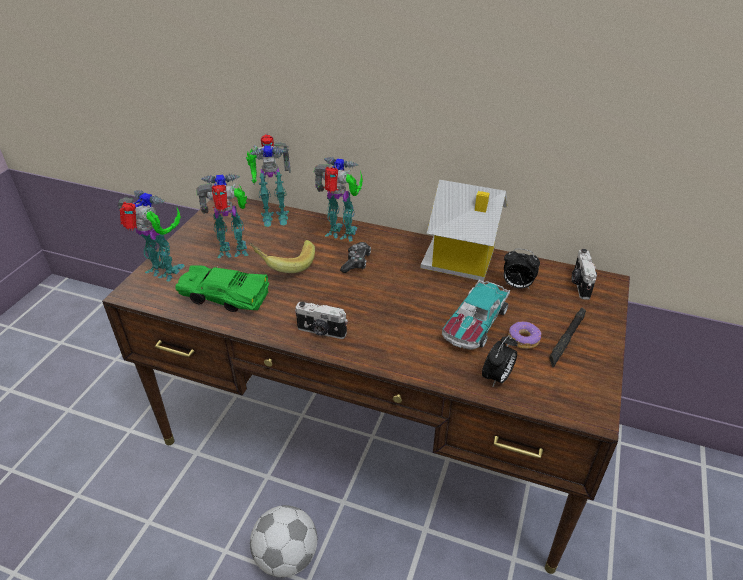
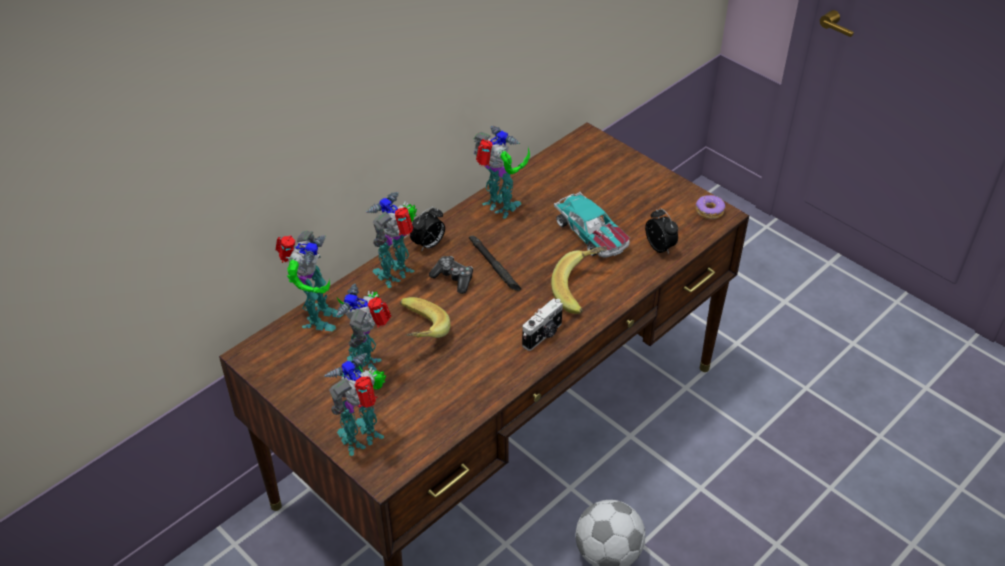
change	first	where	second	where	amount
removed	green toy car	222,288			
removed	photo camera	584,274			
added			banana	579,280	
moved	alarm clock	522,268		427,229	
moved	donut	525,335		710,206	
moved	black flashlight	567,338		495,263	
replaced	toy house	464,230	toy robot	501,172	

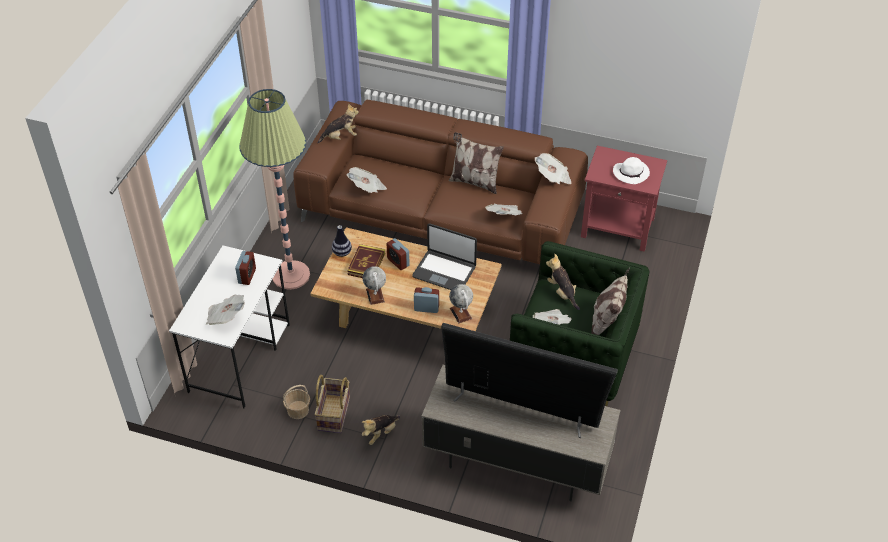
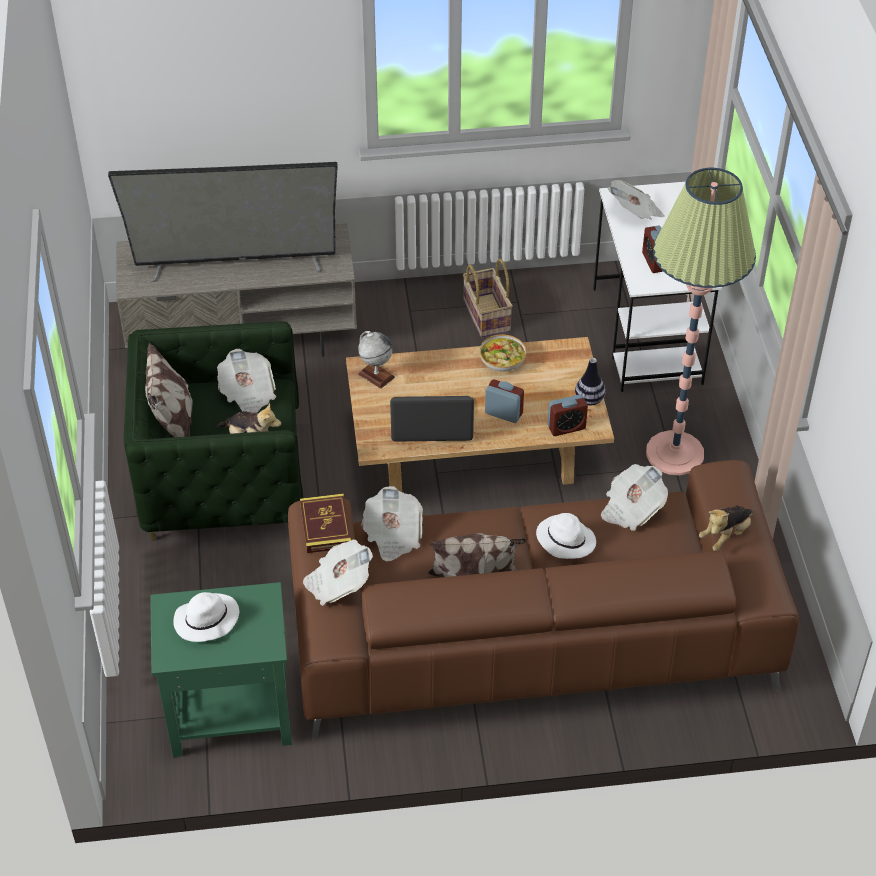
change	first	where	second	where	amount
removed	basket	296,402			
removed	plush toy	381,430			
added			white hat	566,536	
moved	book	366,261		325,523	
moved	alarm clock	426,300		568,415	
replaced	globe	374,285	bowl	503,353	
recoloured	red side table	624,199	green side table	221,669	

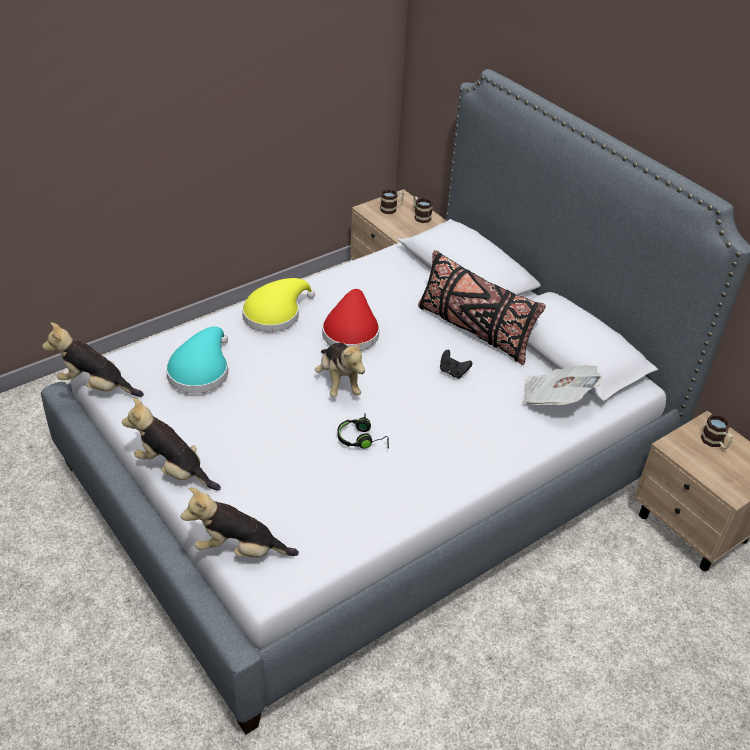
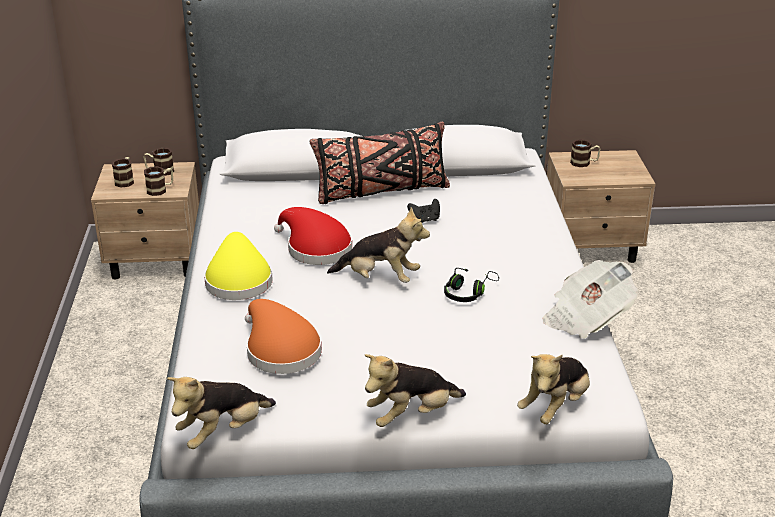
change	first	where	second	where	amount
added			mug	158,181	
moved	newspaper	562,385		590,299	
recoloured	turquoise hat	197,359	orange hat	283,336	

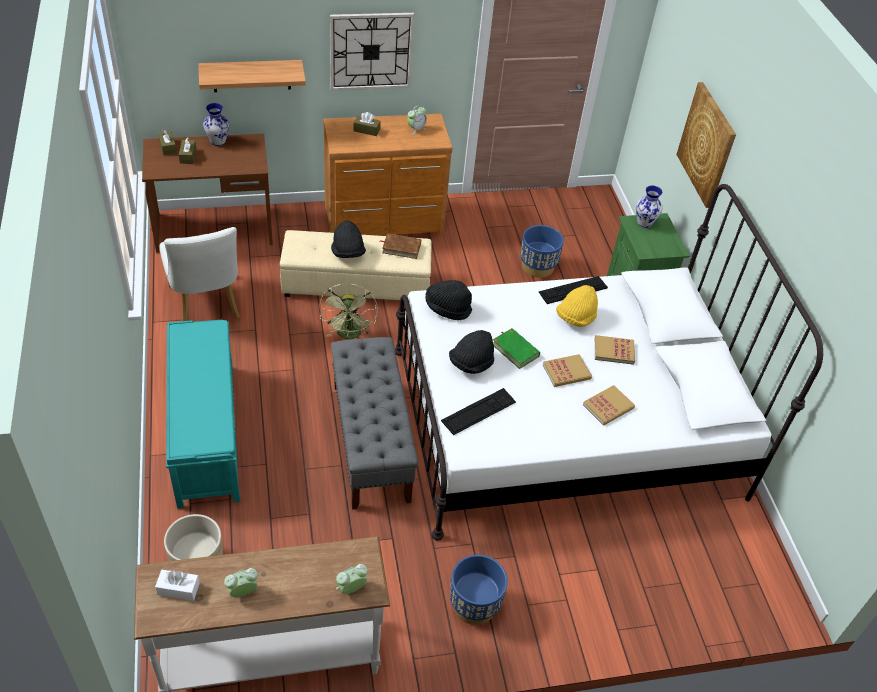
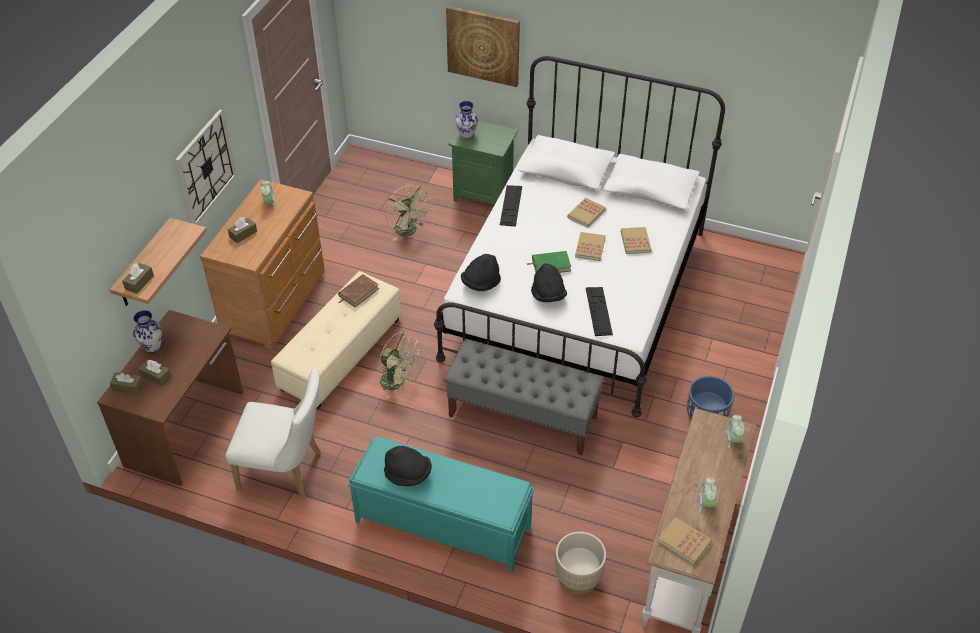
change	first	where	second	where	amount
removed	yellow hat	577,306			
added			brown tissue box	138,278	
moved	black hat	348,239		408,466	
replaced	white tissue box	177,585	book	684,540	
replaced	blue planter	542,251	green fan	408,213	

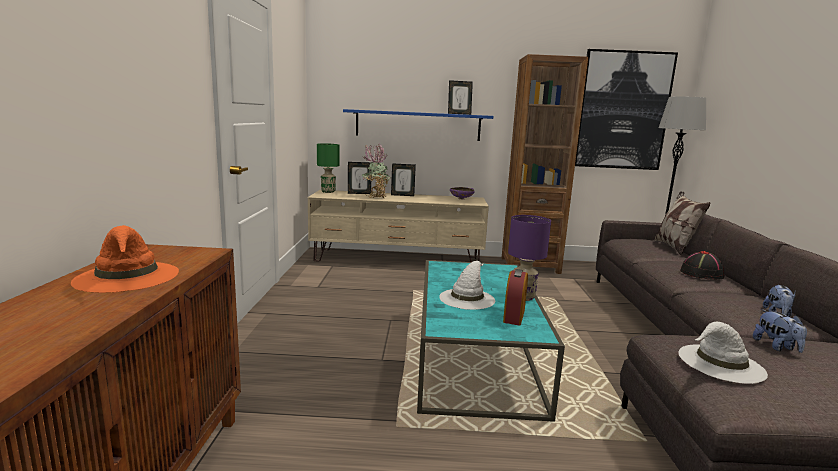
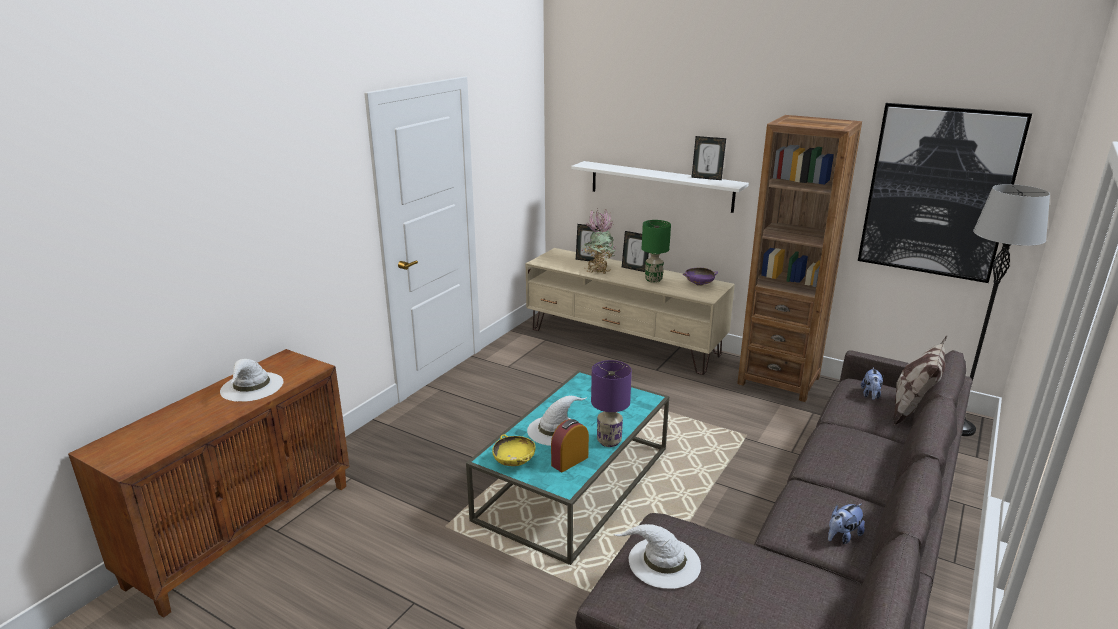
change	first	where	second	where	amount
removed	black hat	702,265			
added			yellow bowl	514,450	
moved	green table lamp	328,168		656,251	
moved	plush toy	780,331		872,384	
recoloured	orange hat	125,259	white hat	252,380	
recoloured	blue shelf	418,125	white shelf	660,187	

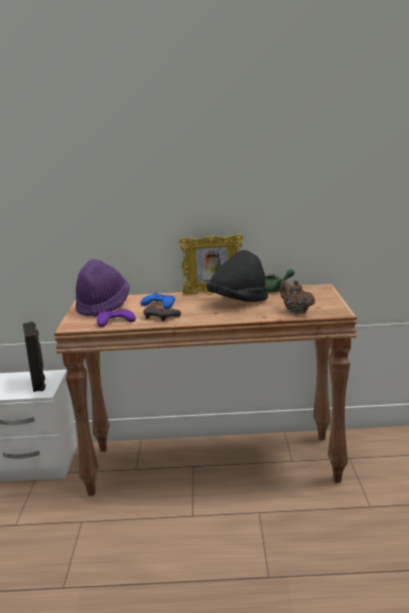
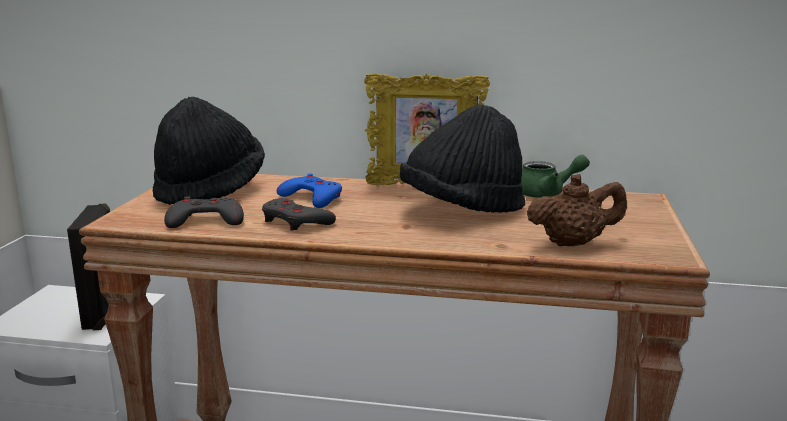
change	first	where	second	where	amount
recoloured	purple hat	102,288	black hat	209,150	
recoloured	purple game controller	116,318	grey game controller	204,212	
turned	brown teapot	297,297		577,210	105 degrees clockwise

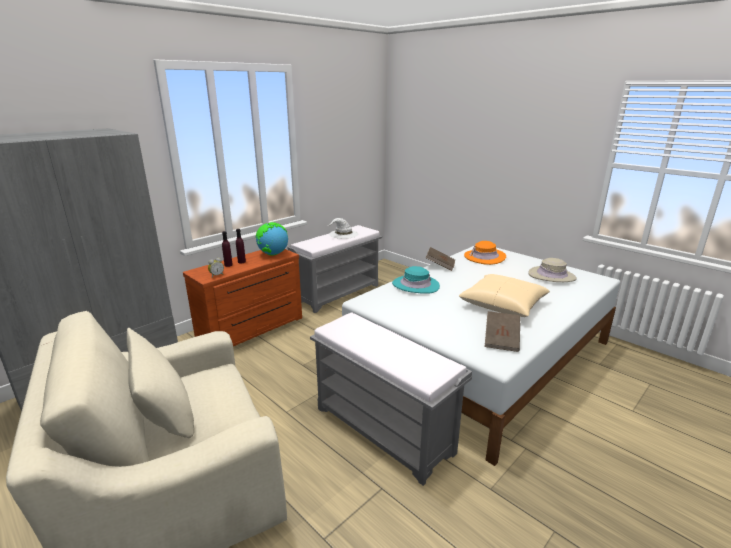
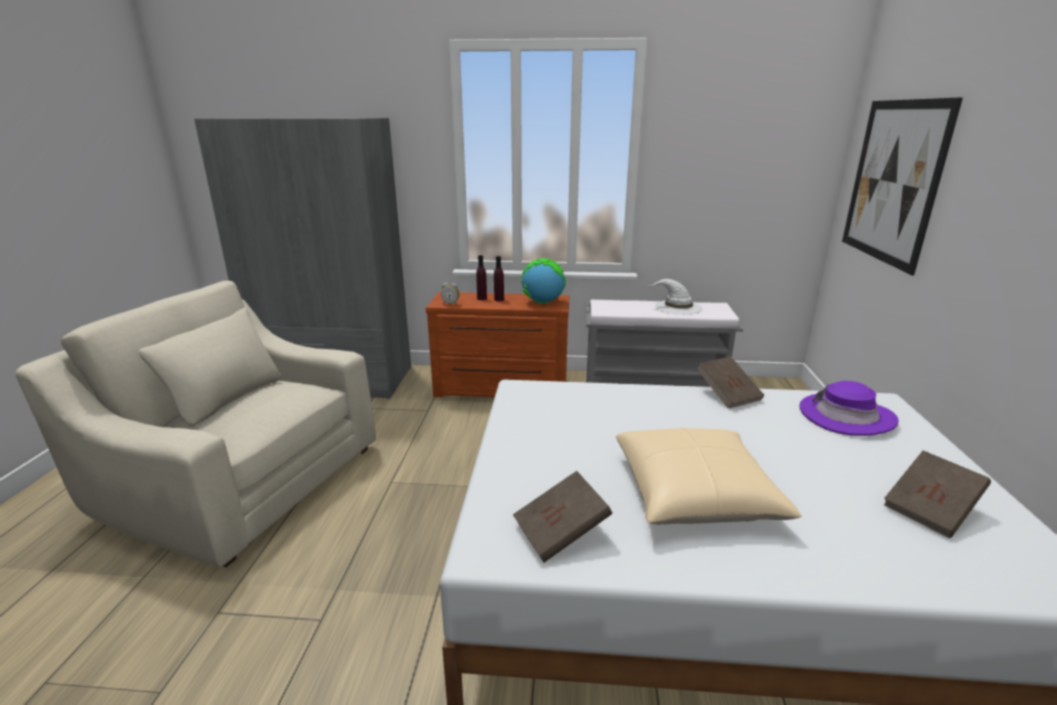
change	first	where	second	where	amount
removed	grey bench	391,399			
removed	turquoise hat	416,280			
added			picture	902,186	
replaced	beige hat	552,270	brown book	937,494	
recoloured	orange hat	485,253	purple hat	849,408	

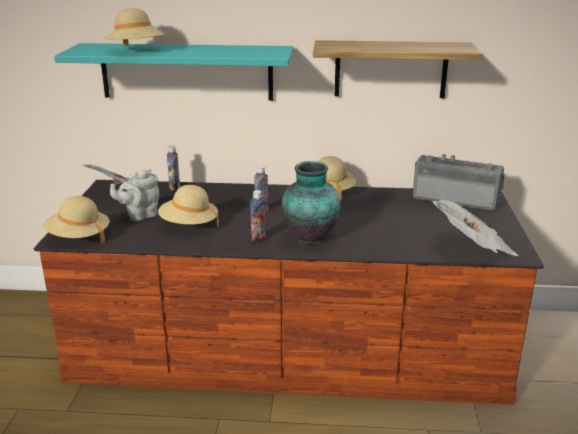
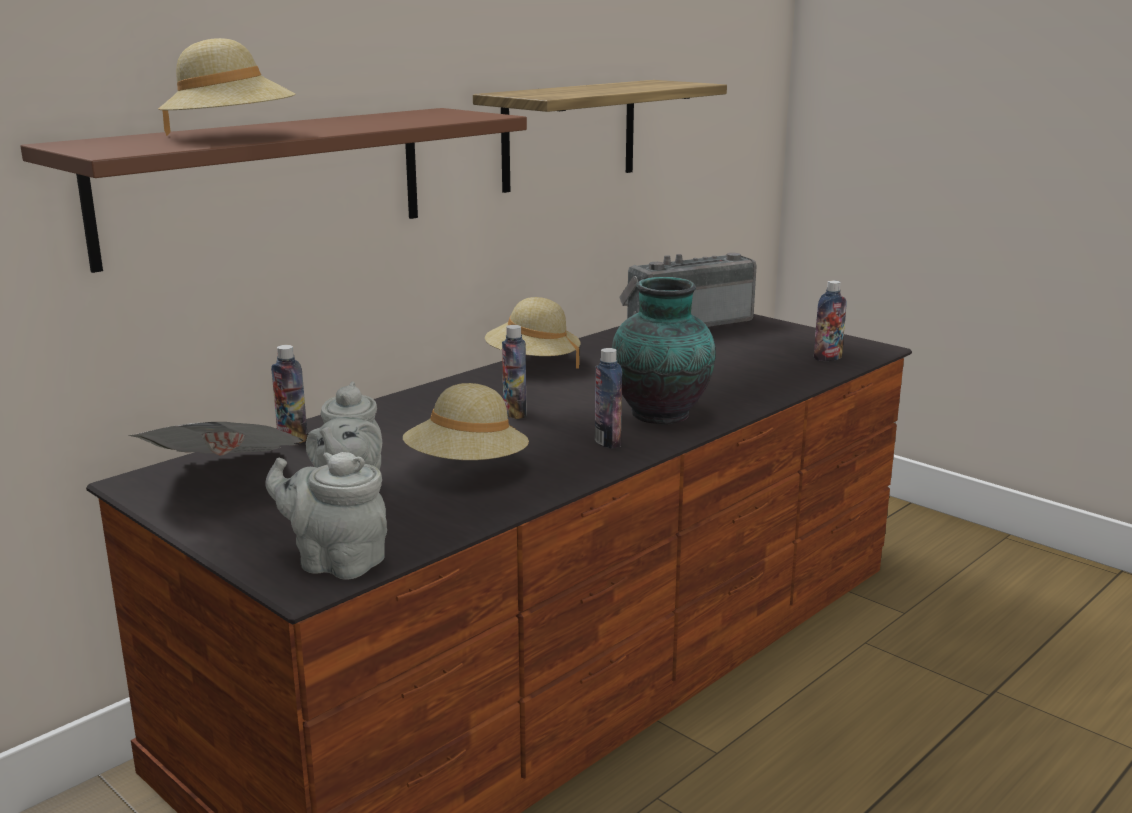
change	first	where	second	where	amount
replaced	beige hat	77,219	grey teapot	326,516	
replaced	newspaper	475,228	bottle	830,320	
recoloured	turquoise shelf	173,72	brown shelf	274,190	

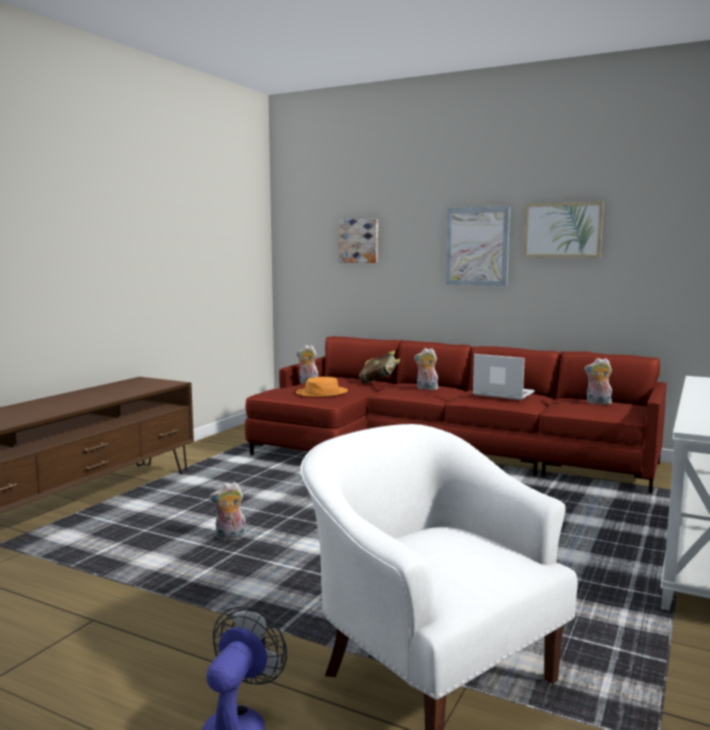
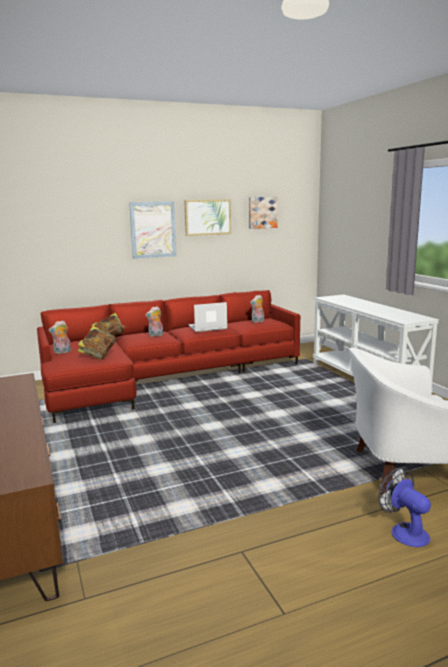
change	first	where	second	where	amount
removed	plush toy	227,511			
moved	picture	358,241		263,213	
replaced	orange hat	322,387	book	96,343	

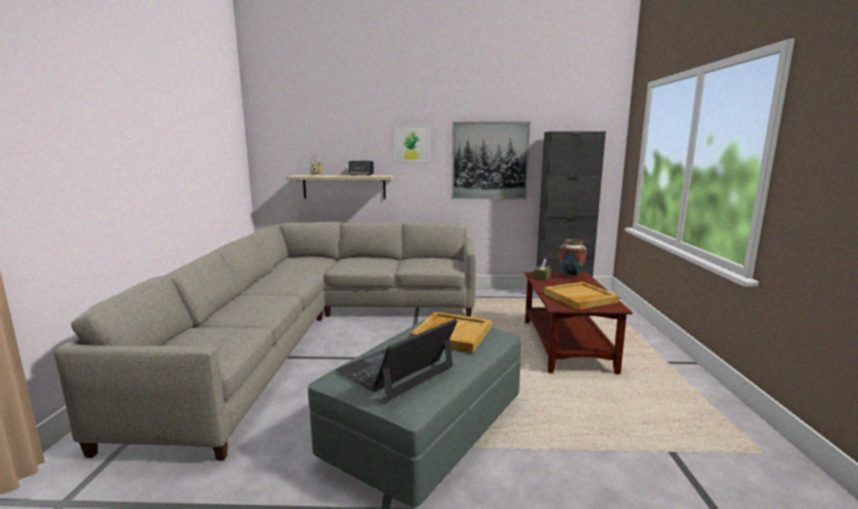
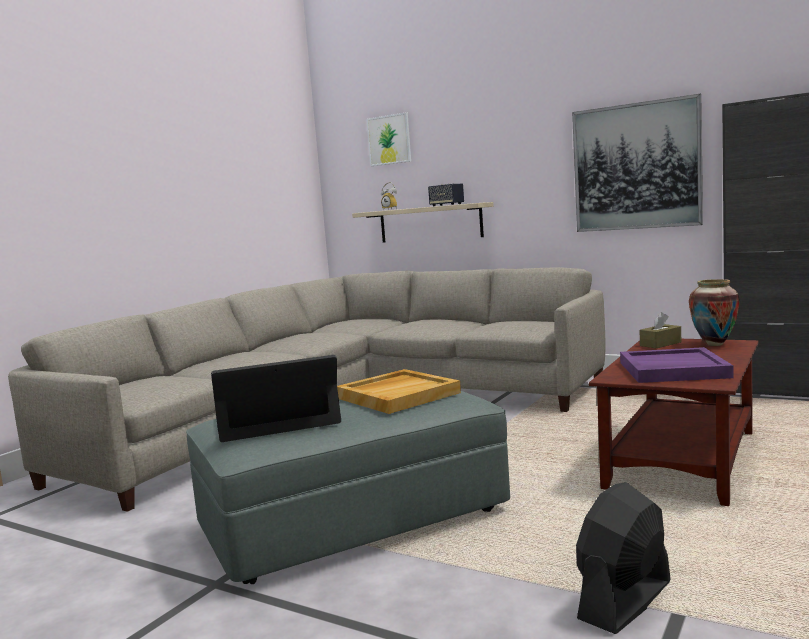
change	first	where	second	where	amount
added			black fan	623,558	
moved	picture	411,143		388,139	
recoloured	beige tray	581,296	purple tray	676,365	

